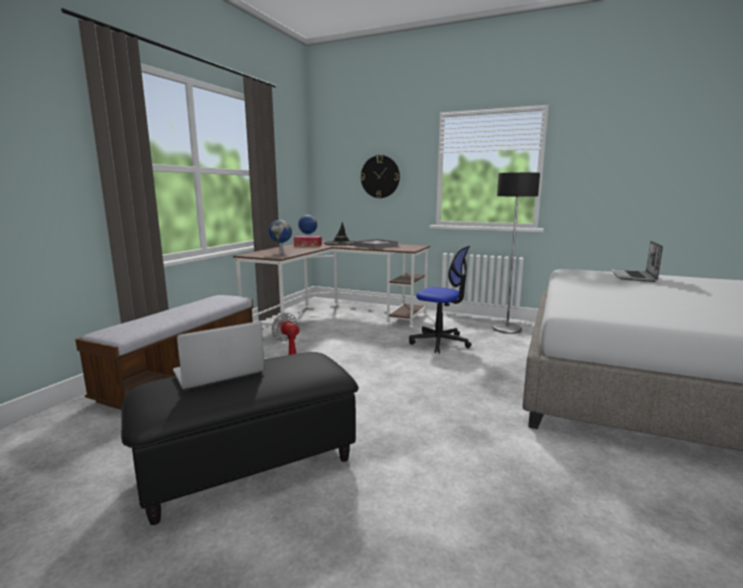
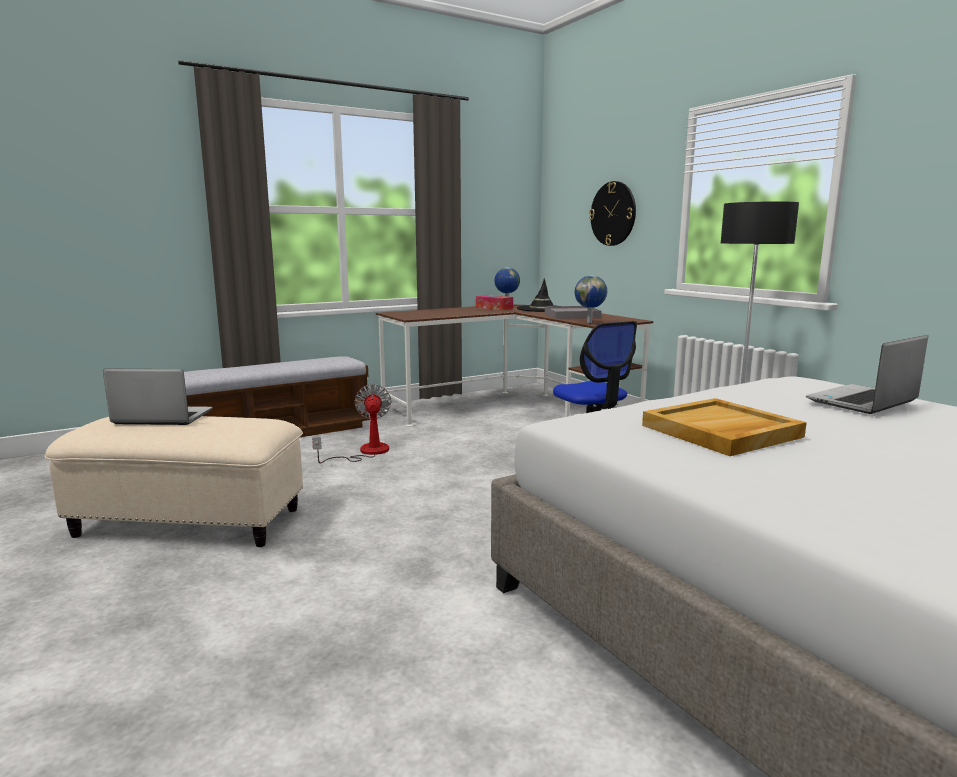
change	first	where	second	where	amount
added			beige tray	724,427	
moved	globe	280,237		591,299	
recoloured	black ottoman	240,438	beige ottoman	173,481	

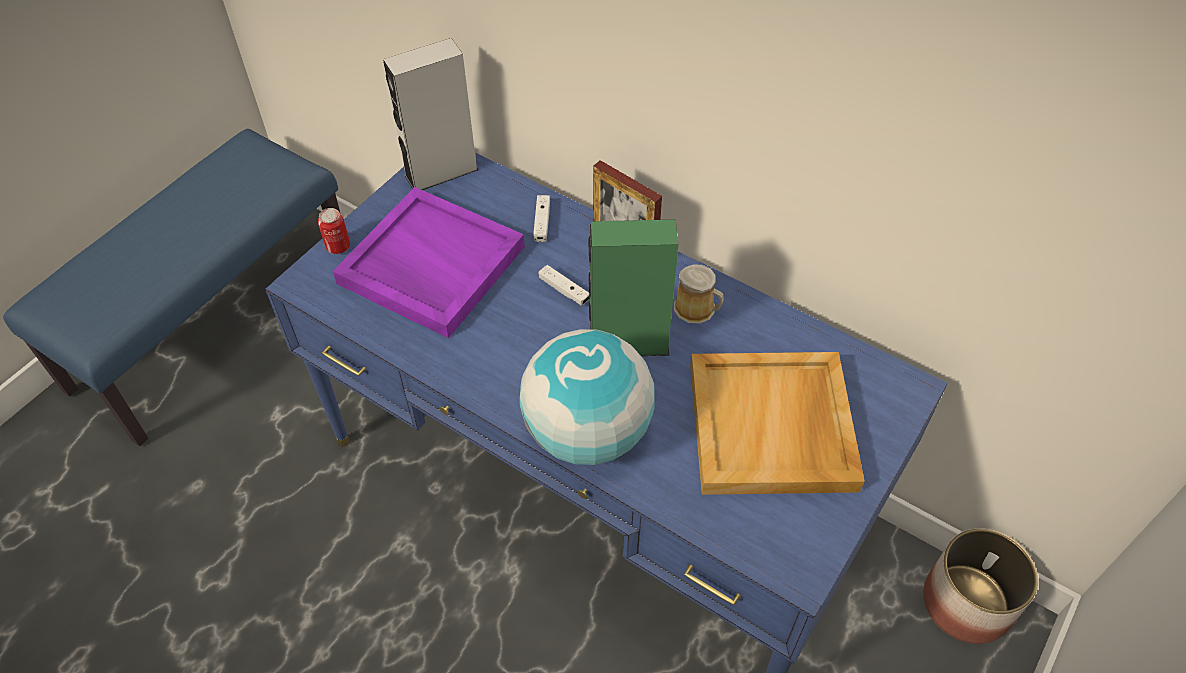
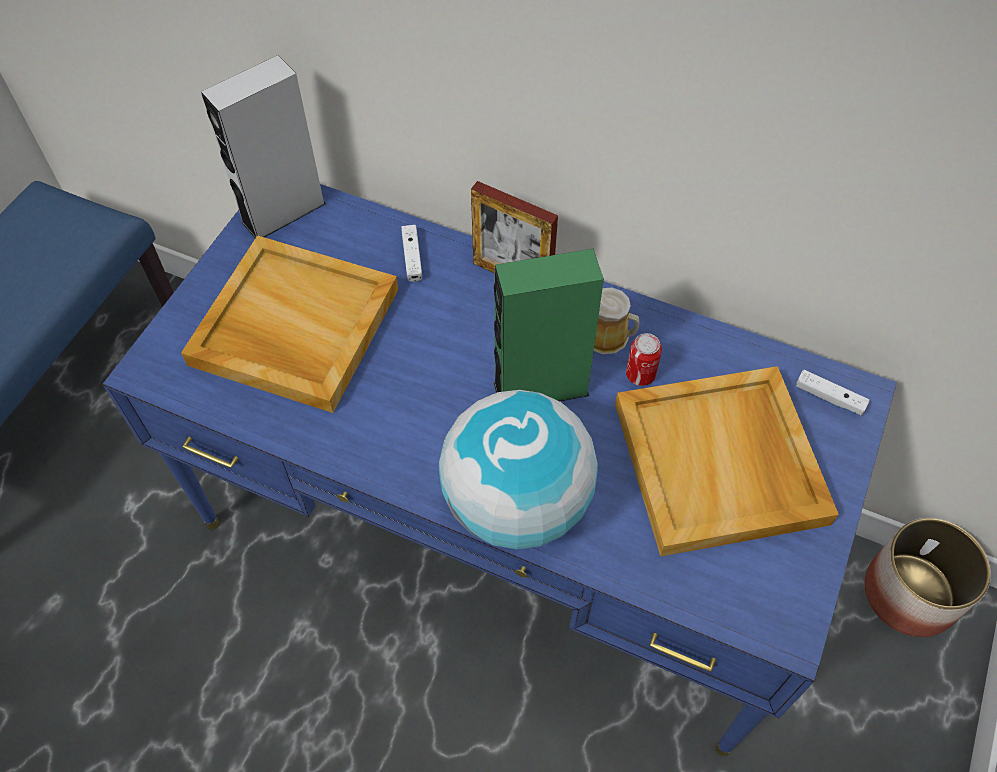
change	first	where	second	where	amount
moved	can	334,231		644,359	
moved	white game controller	564,285		832,392	
recoloured	purple tray	429,262	beige tray	289,324	

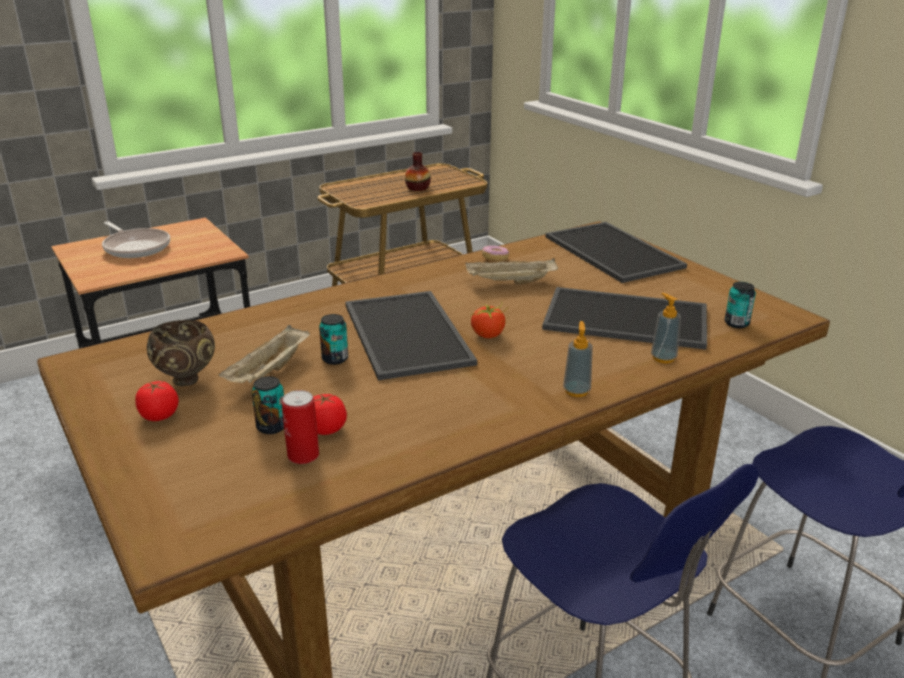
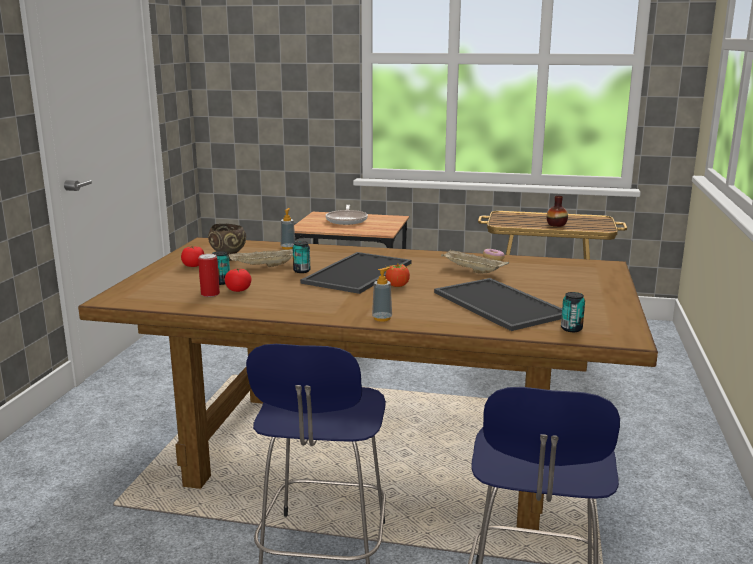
change	first	where	second	where	amount
removed	tray	616,252			
moved	soap dispenser	666,328		288,229	

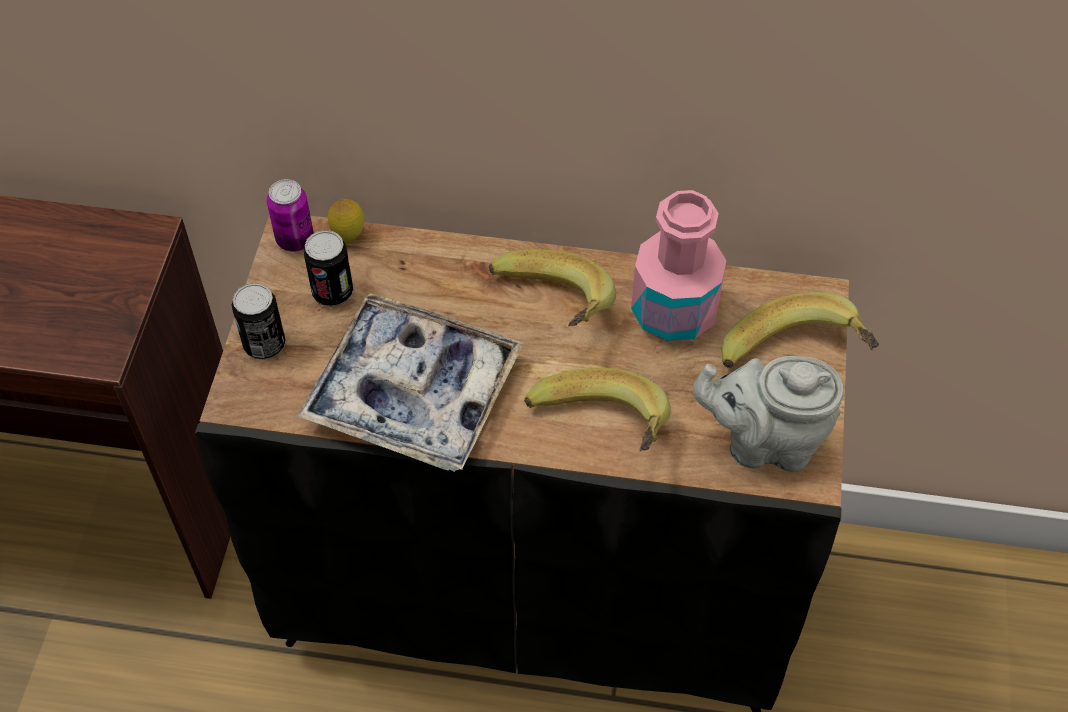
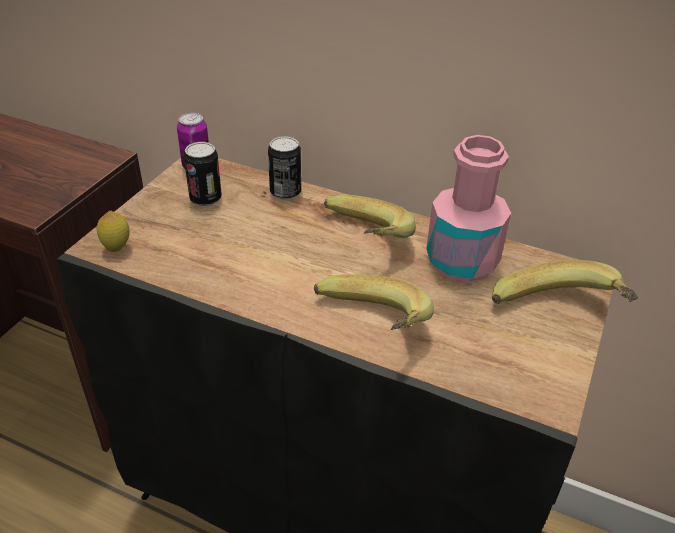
change	first	where	second	where	amount
removed	tray	410,382			
removed	grey teapot	768,414			
moved	can	259,321		284,168	
moved	lemon	346,221		113,231	

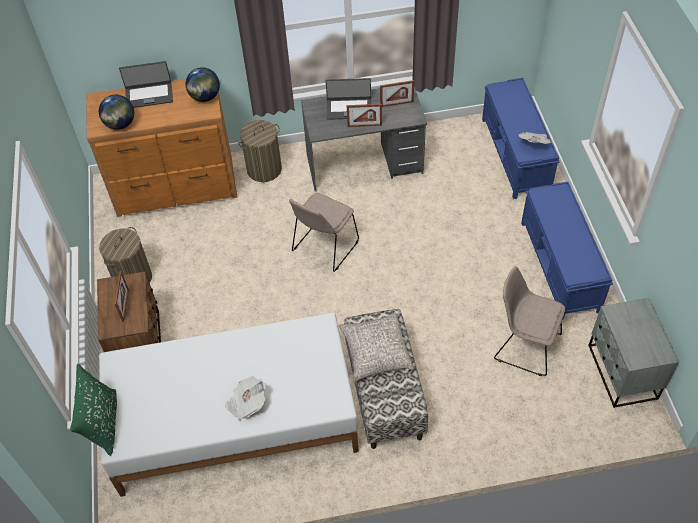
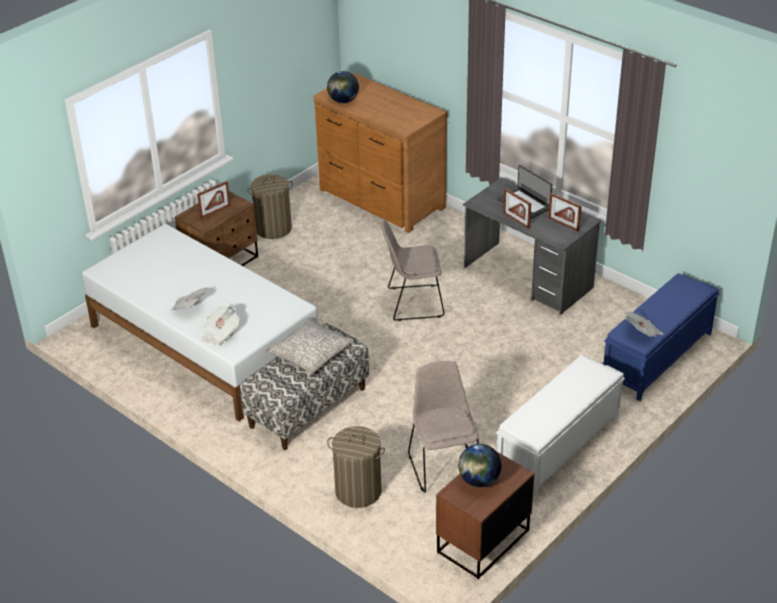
change	first	where	second	where	amount
removed	green pillow	93,410			
removed	laptop	146,84			
added			newspaper	220,325	
moved	globe	203,84		479,465	
moved	laundry basket	260,151		356,467	
recoloured	blue bench	567,251	white bench	560,426	
recoloured	grey nightstand	633,353	brown nightstand	485,515	

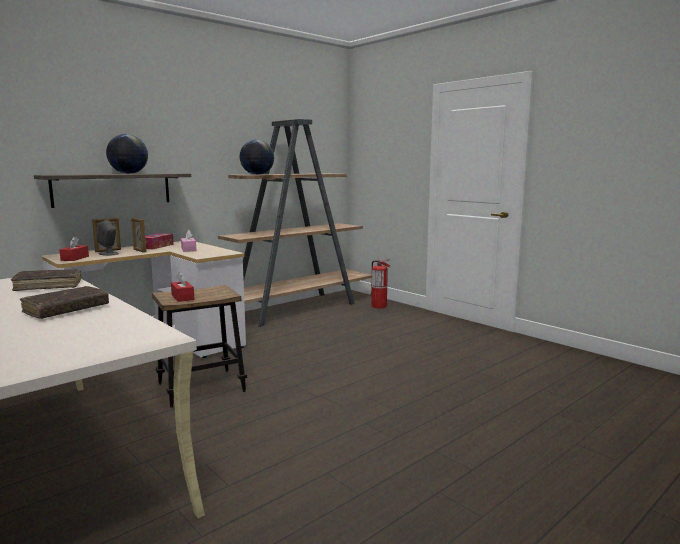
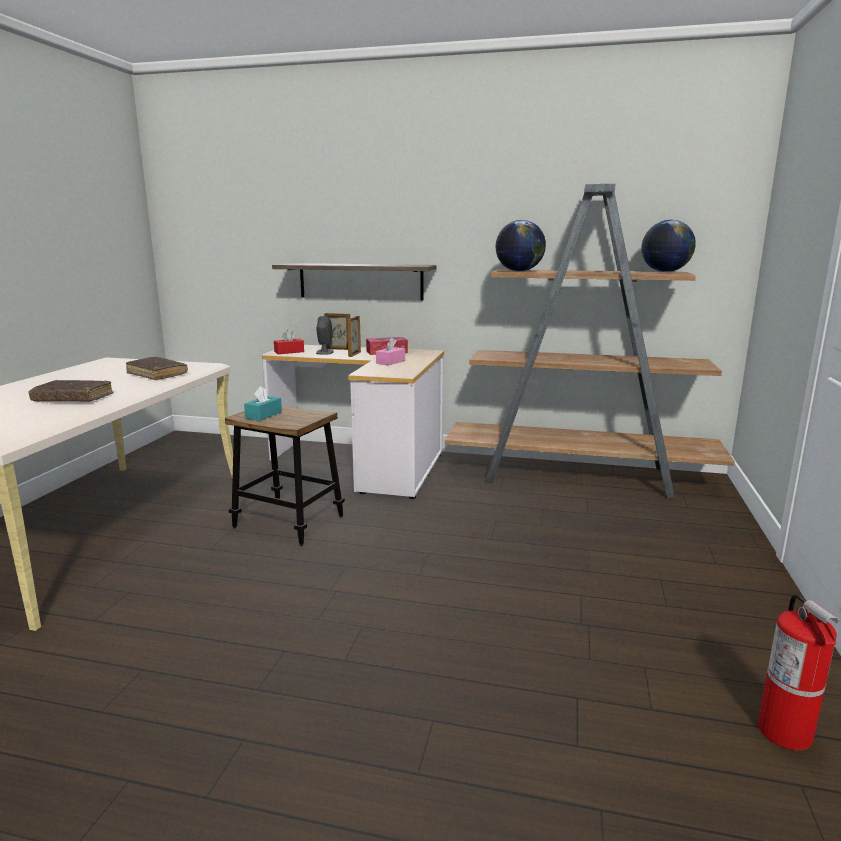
change	first	where	second	where	amount
moved	globe	127,154		669,246	
moved	fire extinguisher	380,283		798,672	
recoloured	red tissue box	183,287	turquoise tissue box	263,403	

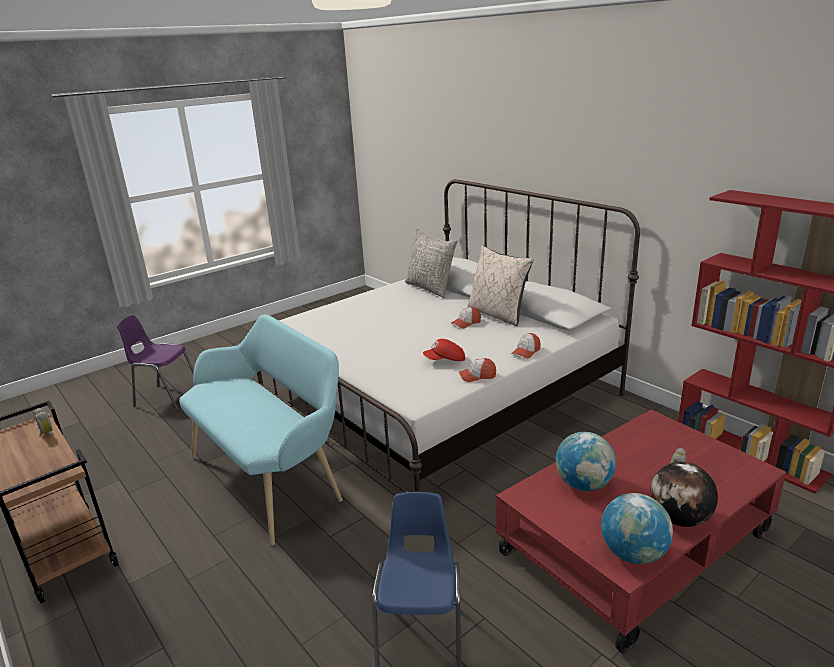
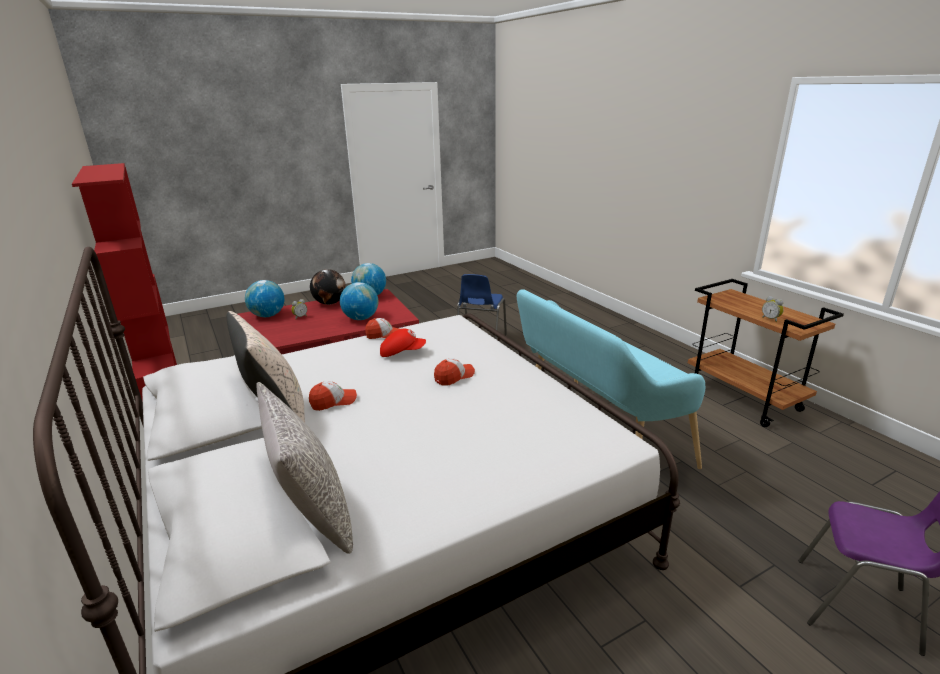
change	first	where	second	where	amount
added			globe	264,298	
moved	cap	526,345		454,372	

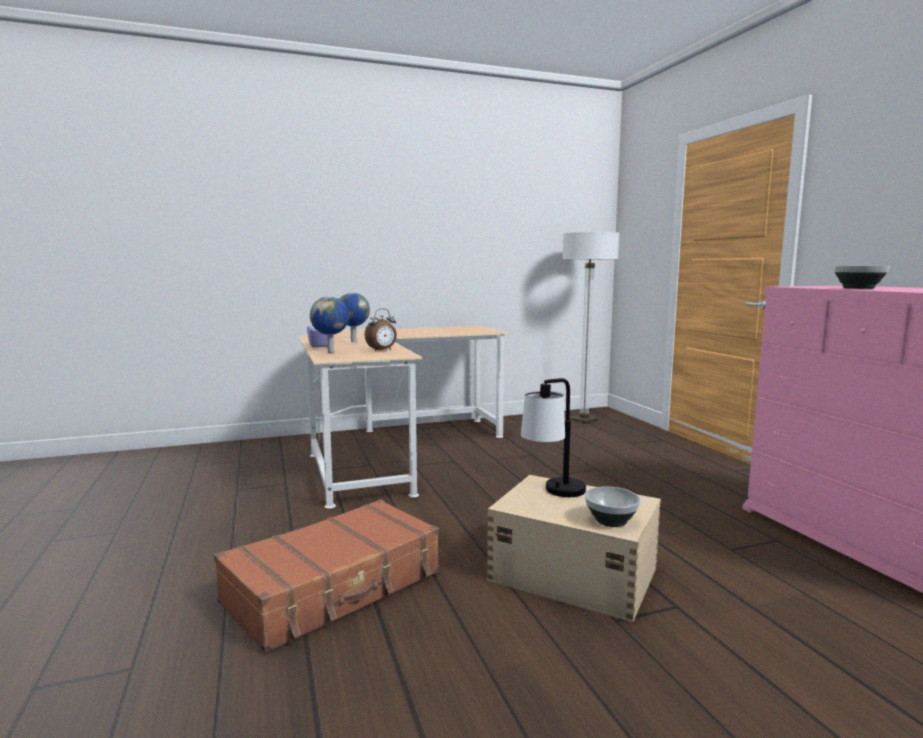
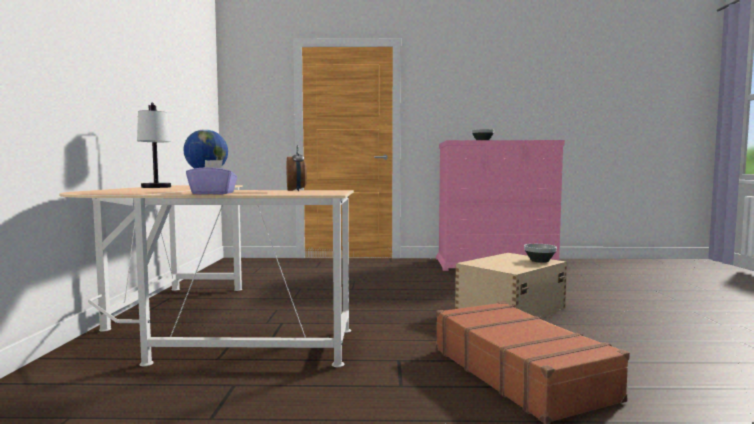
change	first	where	second	where	amount
removed	globe	329,324			
removed	floor lamp	591,327			
moved	table lamp	553,437		154,145	

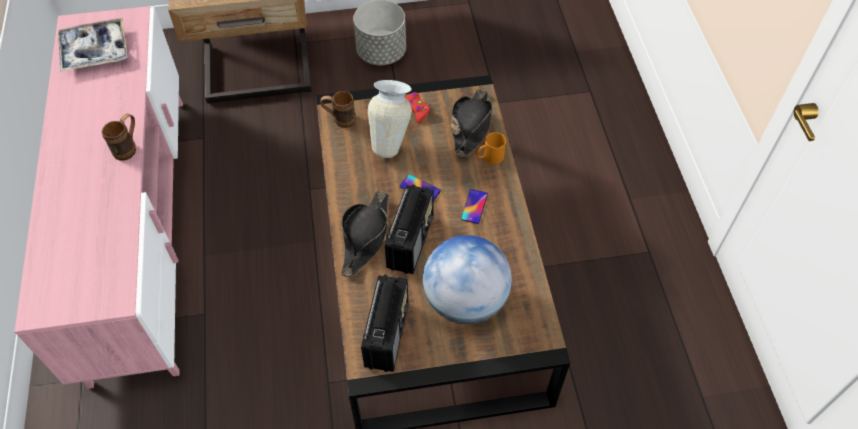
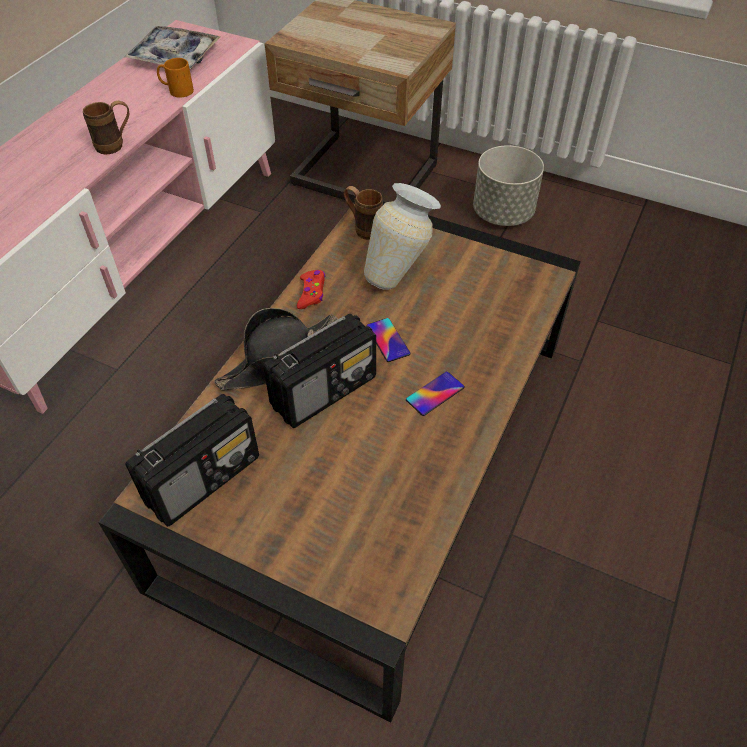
change	first	where	second	where	amount
removed	globe	467,279			
removed	black hat	472,123			
moved	red game controller	418,107		311,289	
moved	orange mug	491,148		175,78	

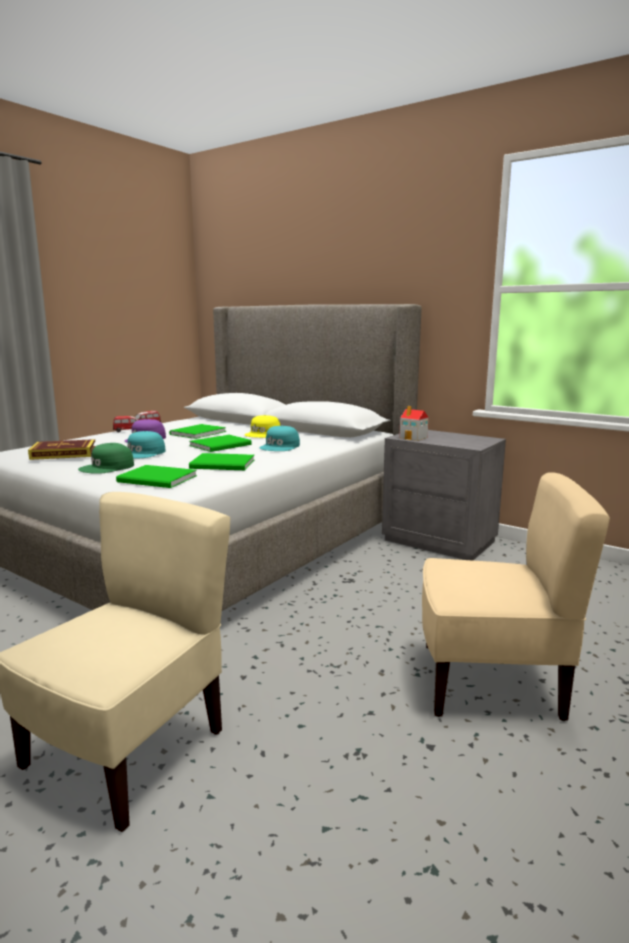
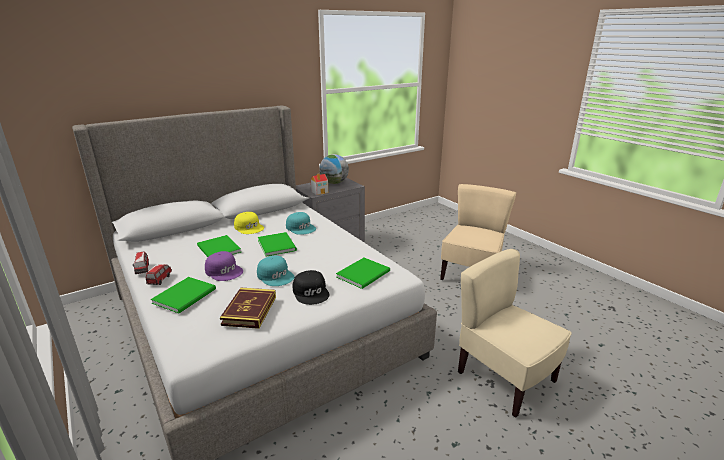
change	first	where	second	where	amount
added			globe	334,169	
moved	green book	221,461		183,295	
recoloured	green cap	106,458	black cap	311,287	

